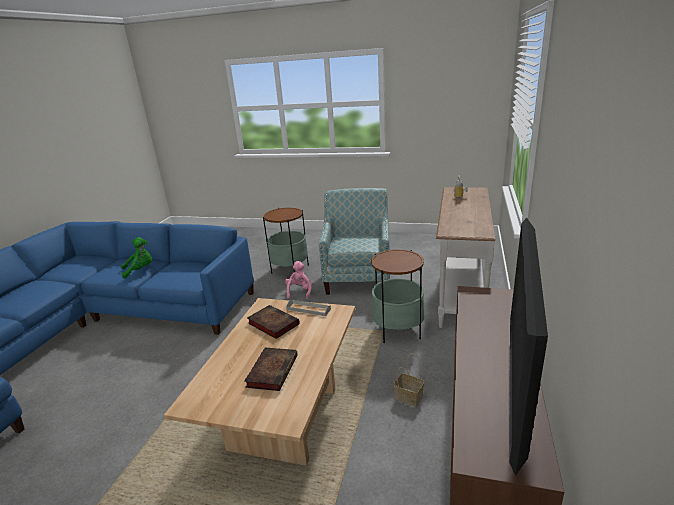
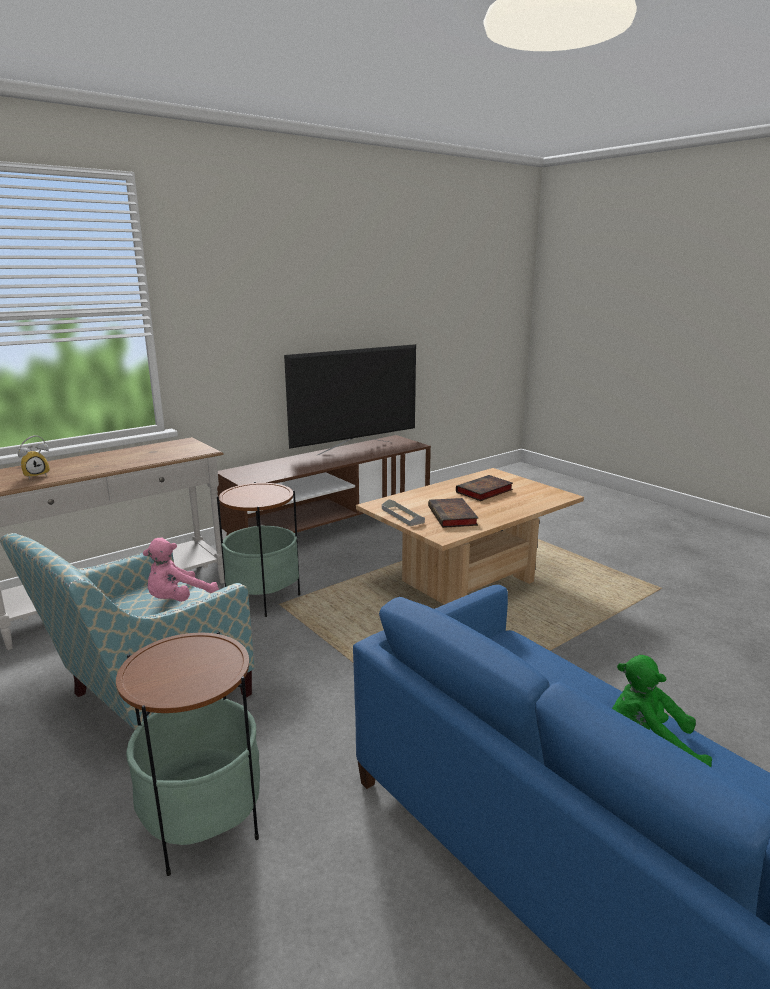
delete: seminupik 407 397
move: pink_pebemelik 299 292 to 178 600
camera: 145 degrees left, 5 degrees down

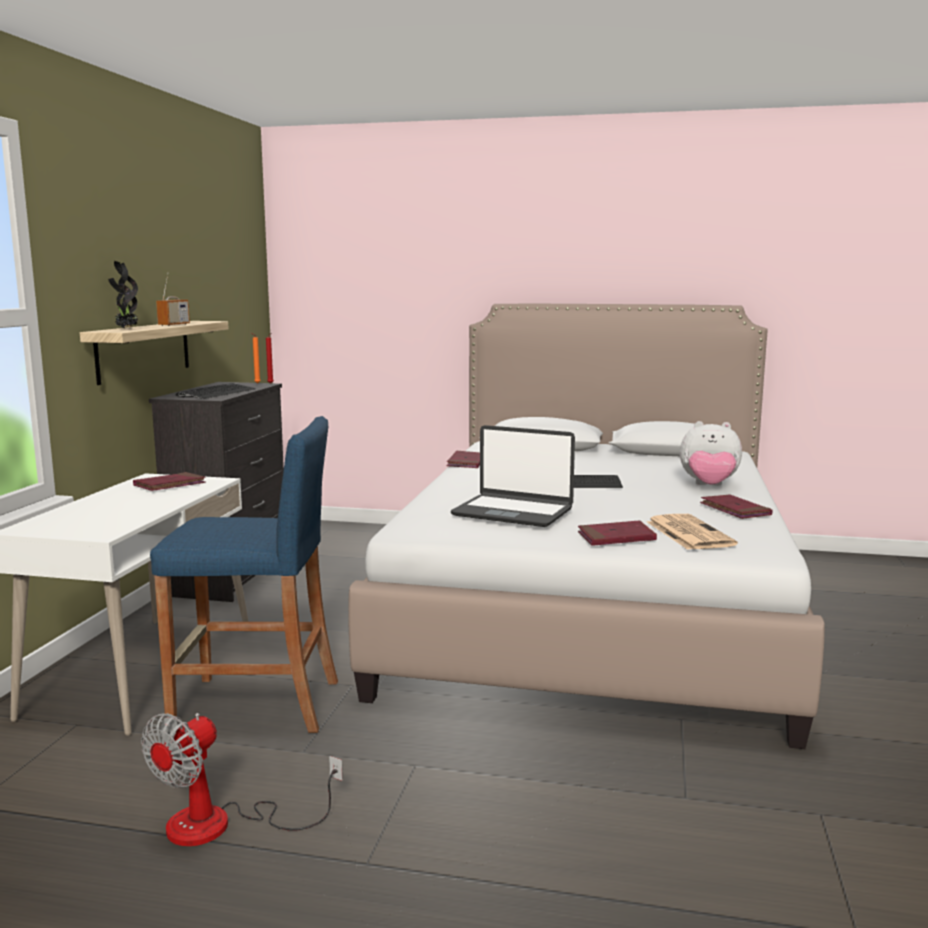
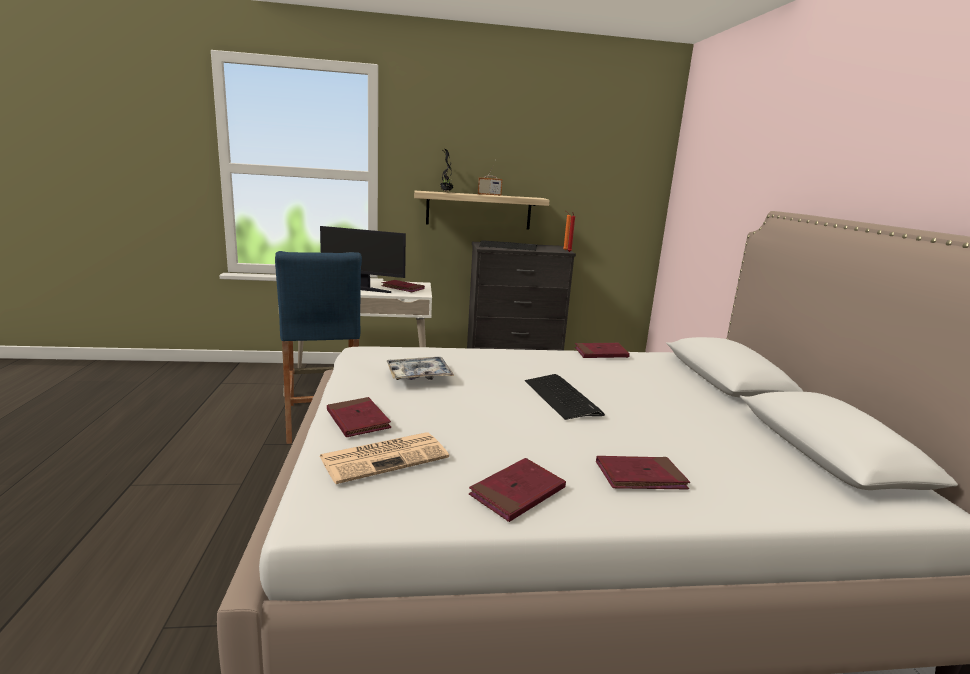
delete: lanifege 221 825
insert: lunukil 363 289
replace: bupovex 513 512 to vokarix 419 375; pebemelik 709 486 to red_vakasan 640 476
camera: 70 degrees right, 5 degrees up

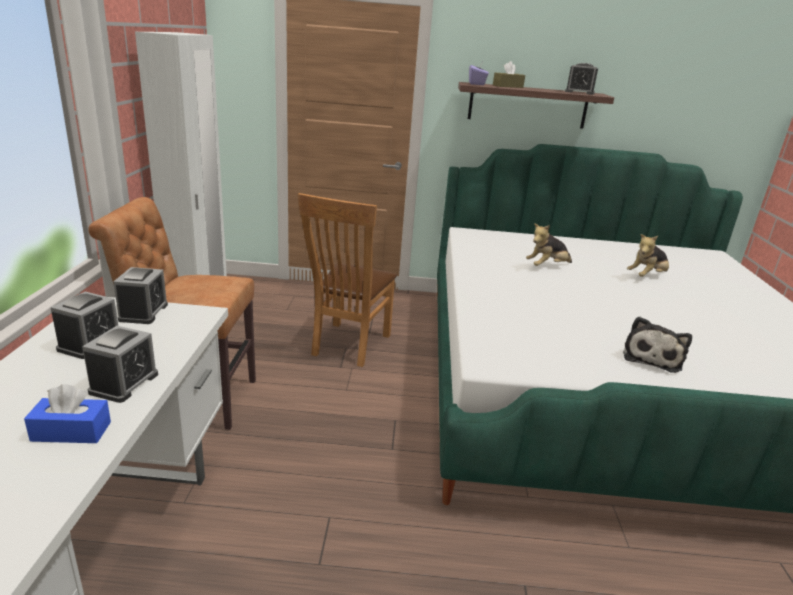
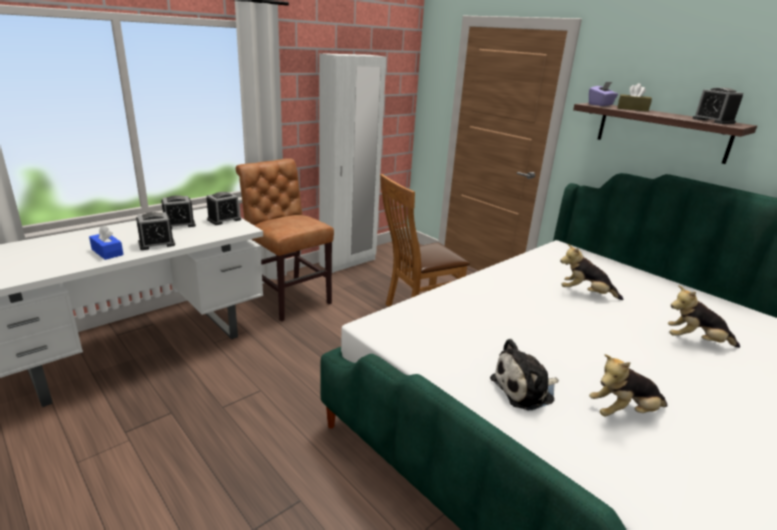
insert: pebemelik 624 412
camera: 45 degrees right, 0 degrees up

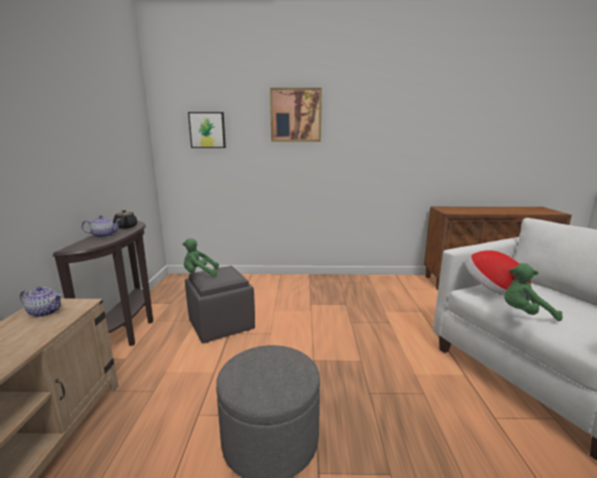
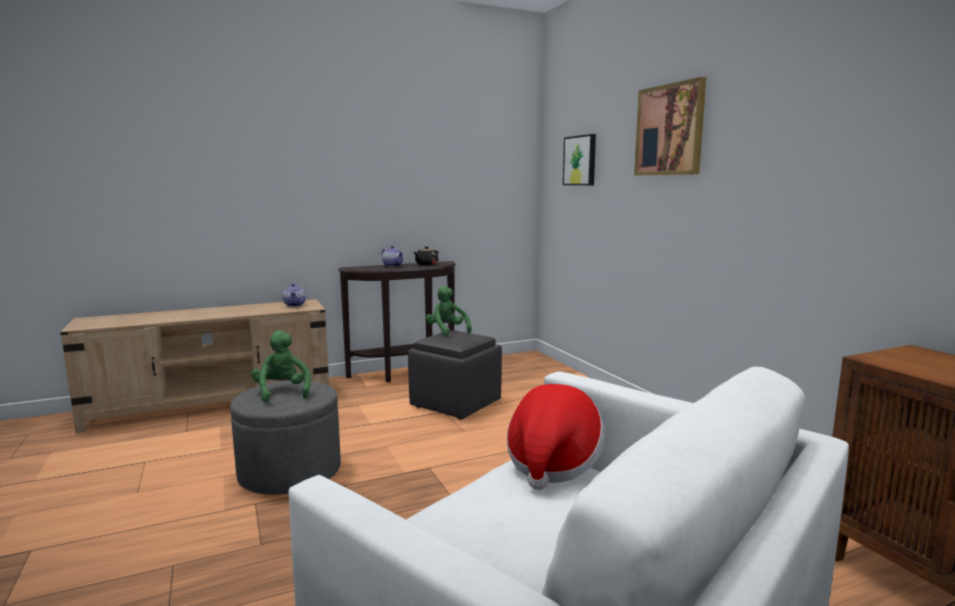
move: green_pebemelik 524 313 to 282 392
camera: 65 degrees right, 5 degrees down

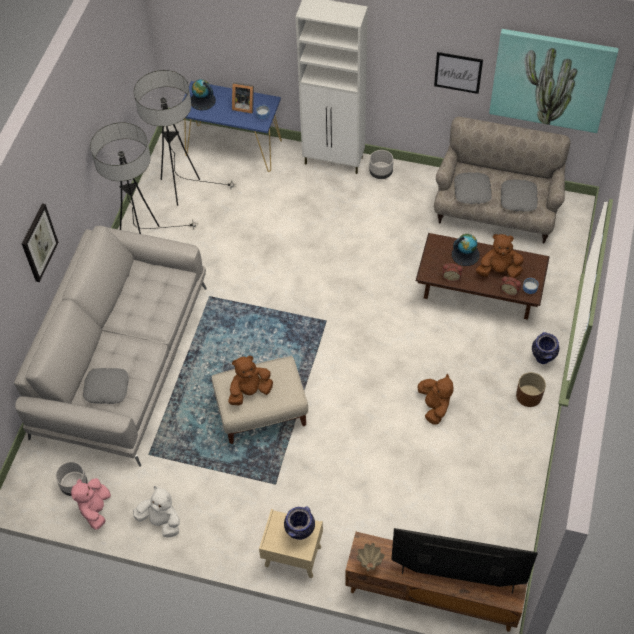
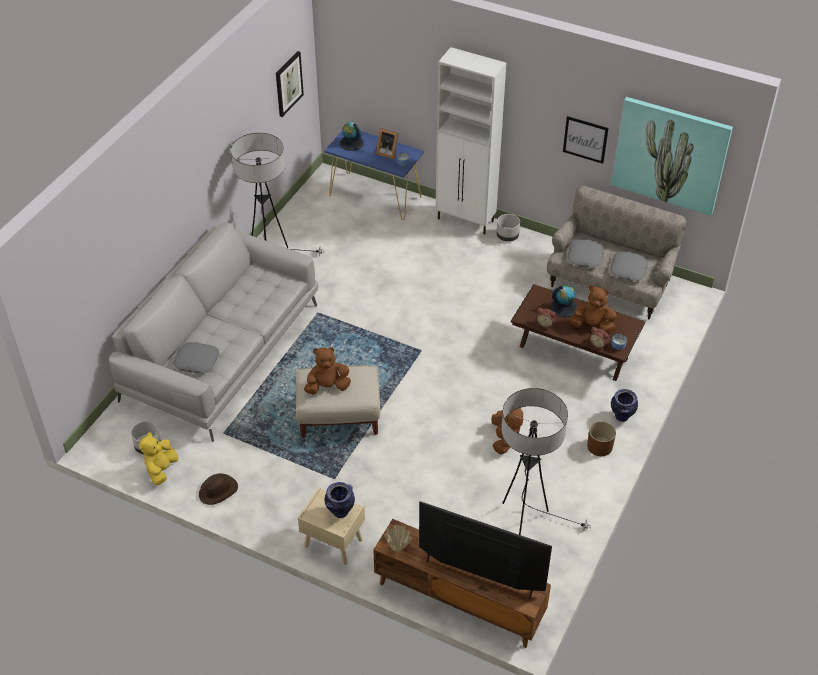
move: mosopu 38 242 to 288 83; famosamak 182 190 to 526 520
replace: white_pebemelik 161 521 to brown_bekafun 218 491
recolor: pink_pebemelik 95 509 to yellow_pebemelik 161 470
camera: 10 degrees right, 10 degrees down

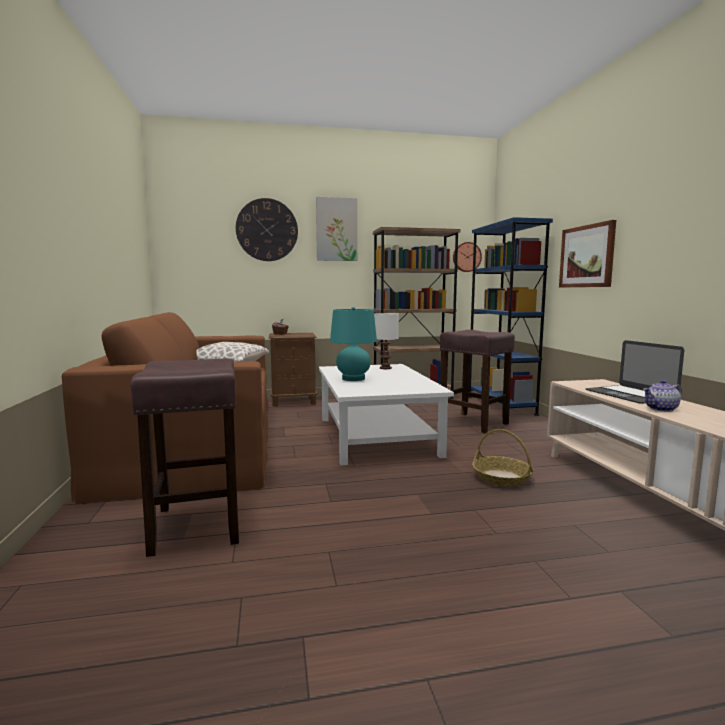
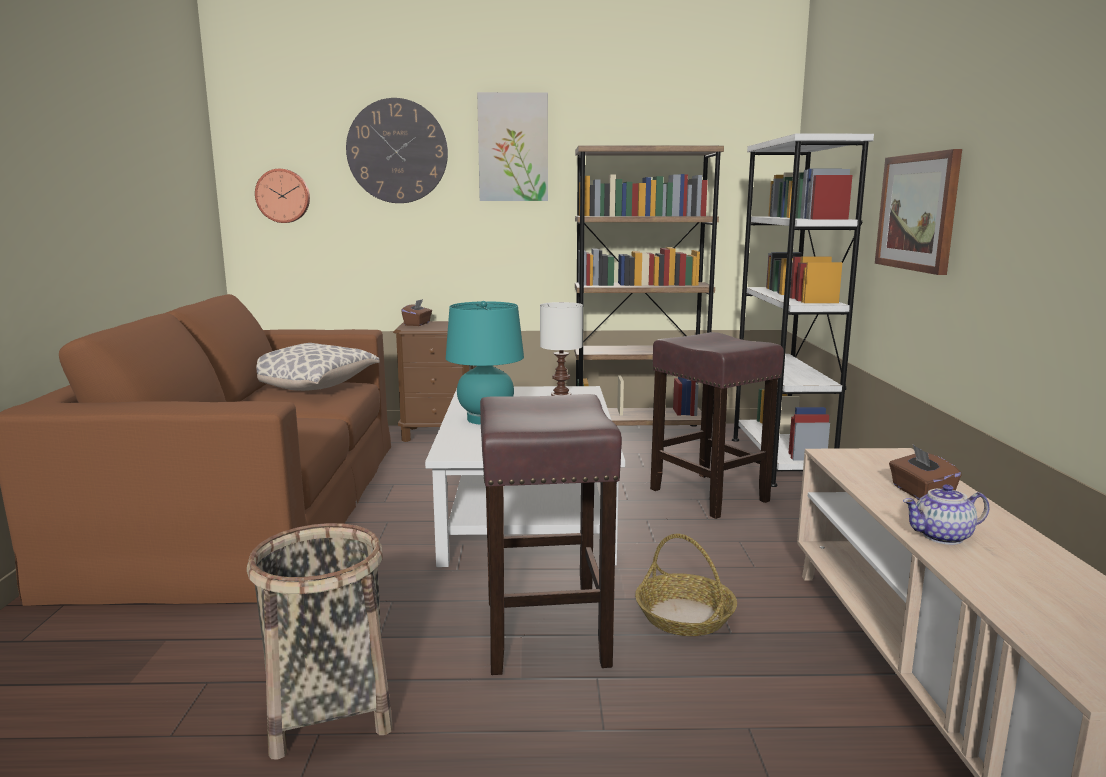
insert: seminupik 328 710
move: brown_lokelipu 197 524 to 544 630; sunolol 466 257 to 283 196
replace: bupovex 630 394 to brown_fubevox 920 493
recolor: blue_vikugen 500 405 to white_vikugen 780 460
camera: 10 degrees right, 5 degrees up

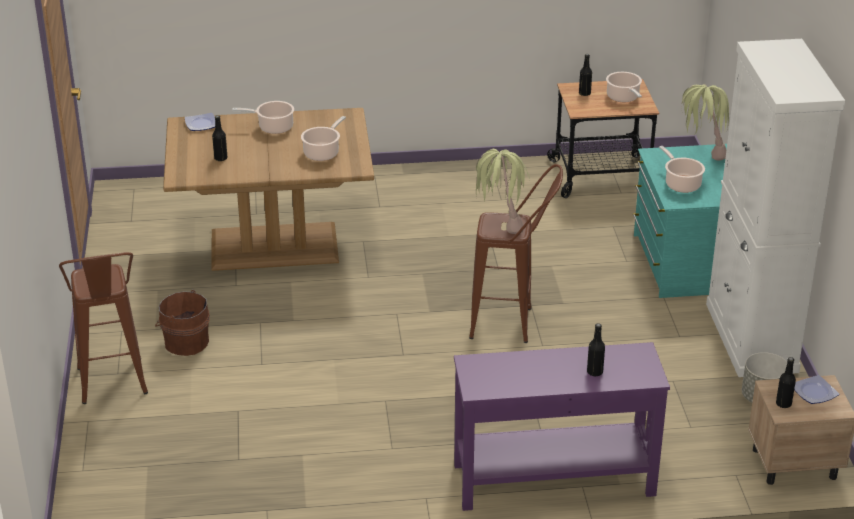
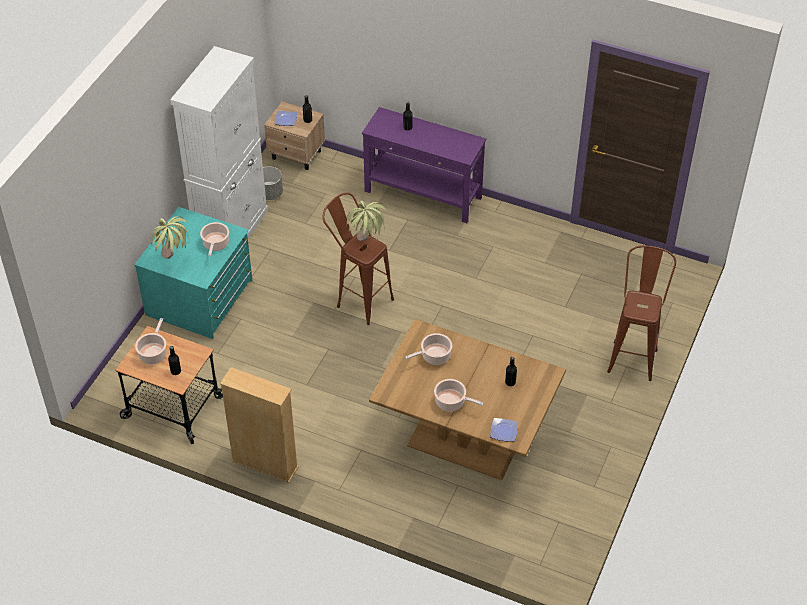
delete: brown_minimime 185 342
insert: beige_vikugen 265 464
camera: 150 degrees left, 15 degrees up

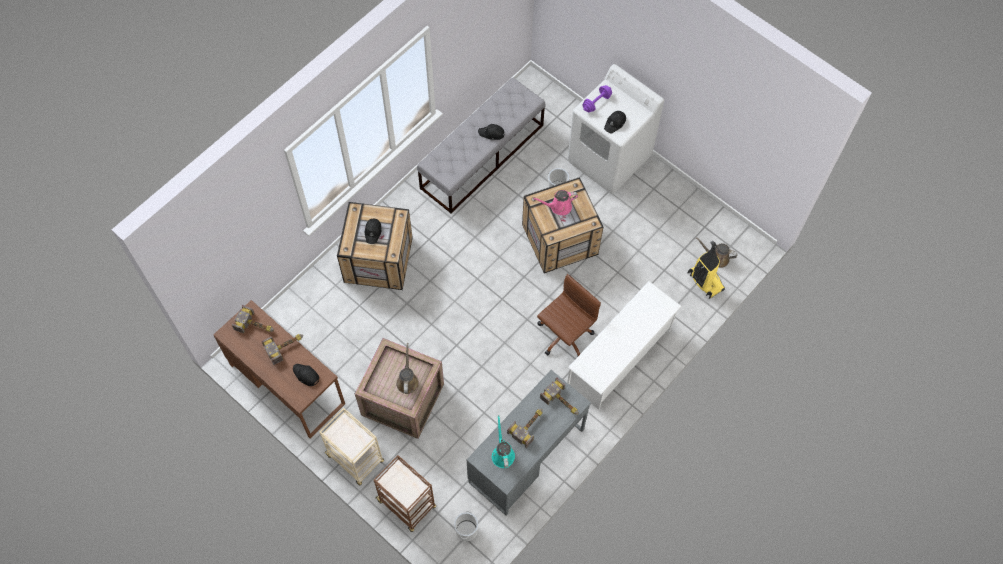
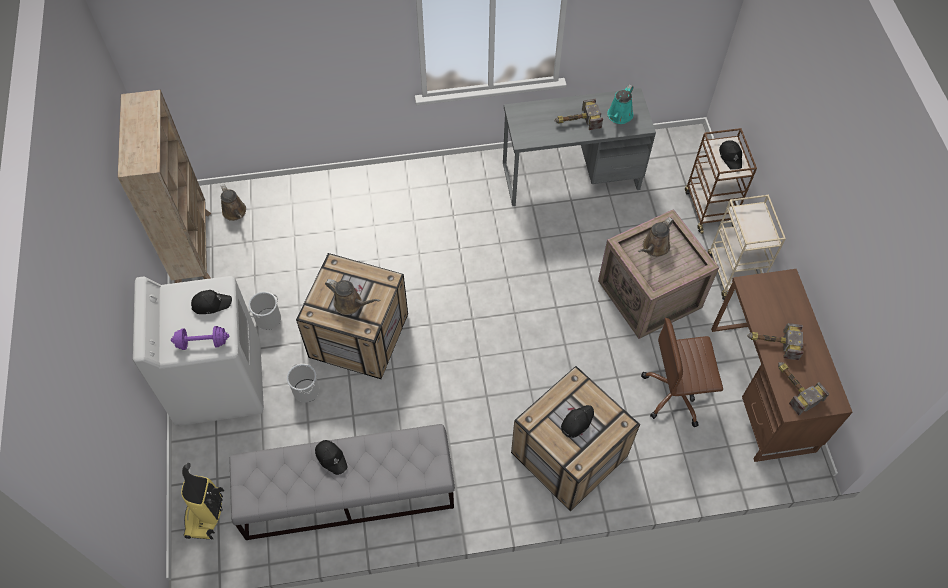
delete: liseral 562 402; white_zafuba 619 357
insert: beige_vikugen 193 248
move: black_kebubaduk 306 375 to 731 156; minimime 466 530 to 268 319; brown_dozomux 564 337 to 677 393; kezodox 704 281 to 206 514
recolor: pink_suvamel 558 207 to brown_suvamel 350 303
camera: 140 degrees left, 5 degrees down

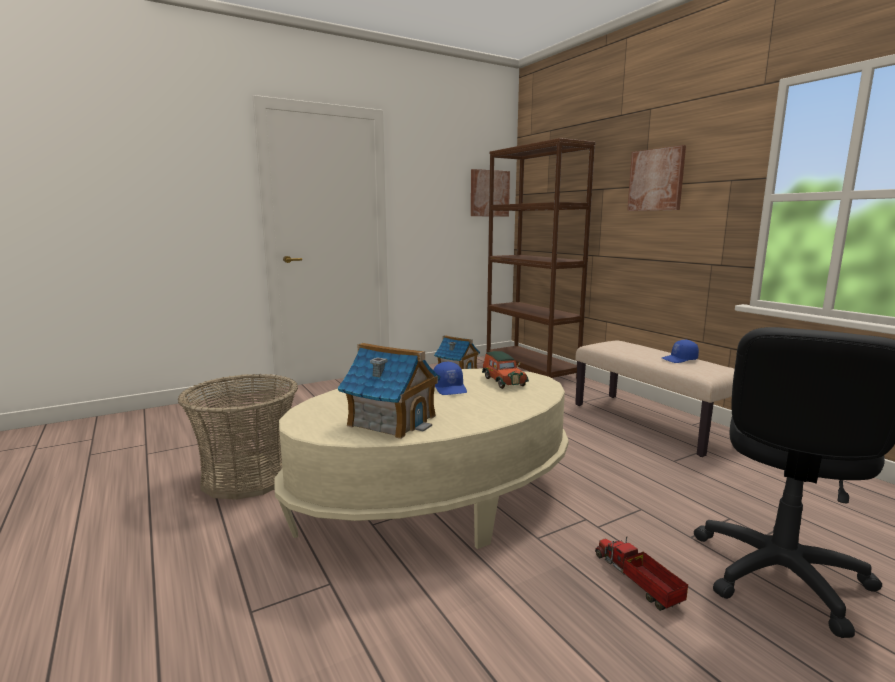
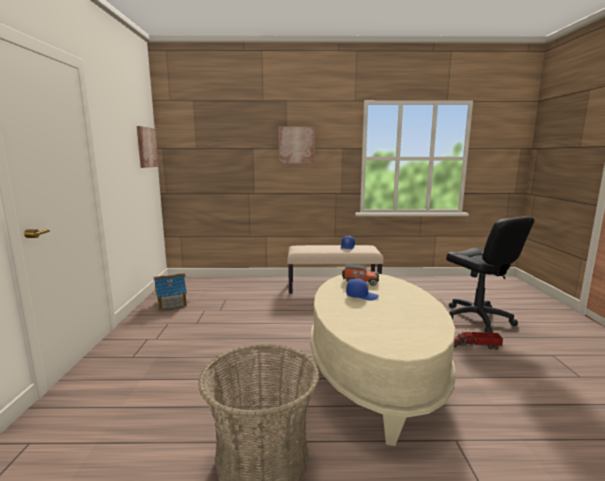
delete: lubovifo 392 420; brown_vikugen 530 369
camera: 60 degrees left, 0 degrees up

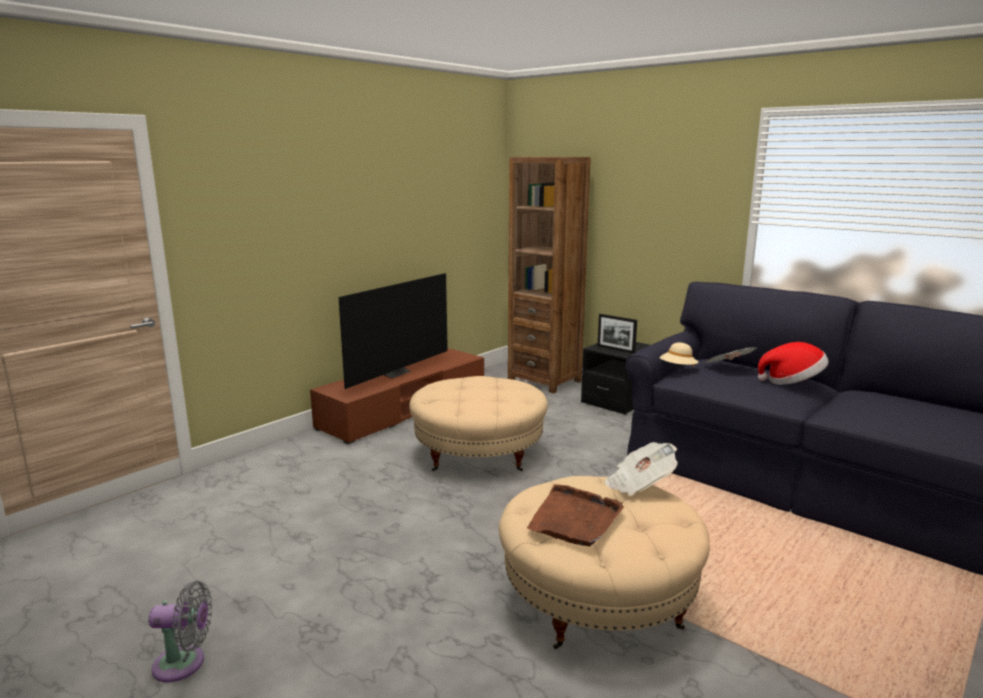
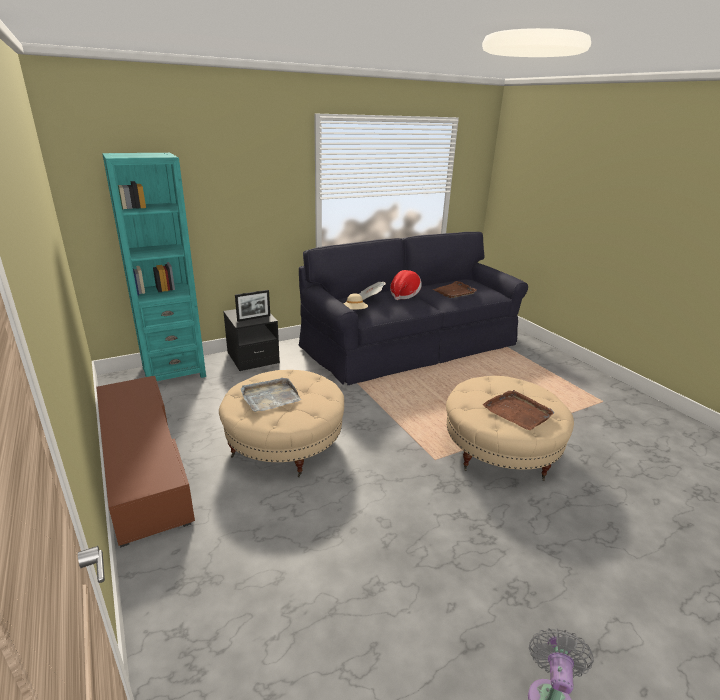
delete: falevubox 395 373; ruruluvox 639 484
insert: grey_vokarix 270 397; brown_vokarix 454 291
recolor: brown_vikugen 544 380 to turquoise_vikugen 174 372
camera: 70 degrees left, 10 degrees up

